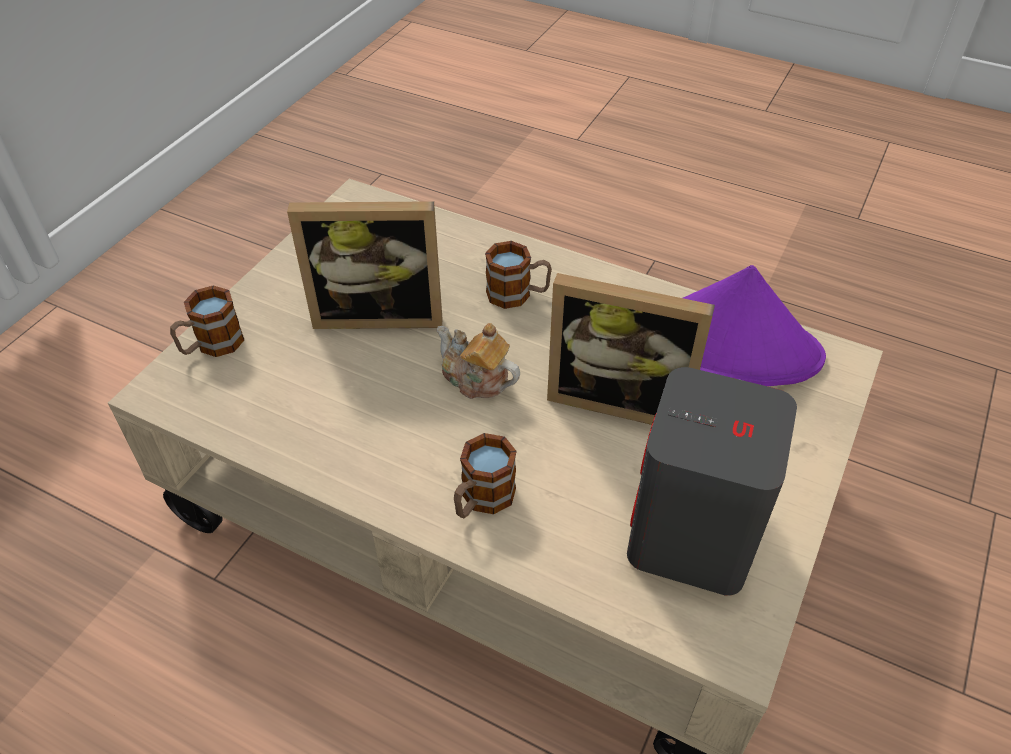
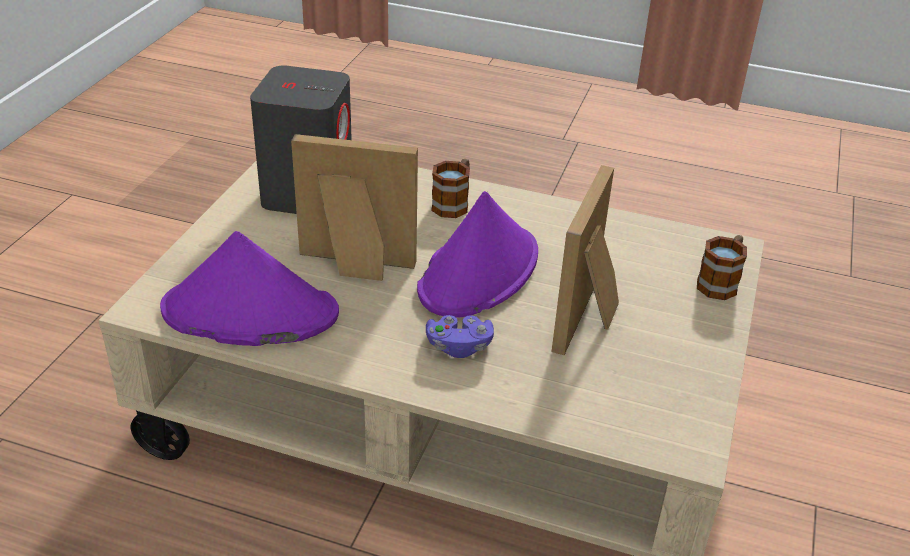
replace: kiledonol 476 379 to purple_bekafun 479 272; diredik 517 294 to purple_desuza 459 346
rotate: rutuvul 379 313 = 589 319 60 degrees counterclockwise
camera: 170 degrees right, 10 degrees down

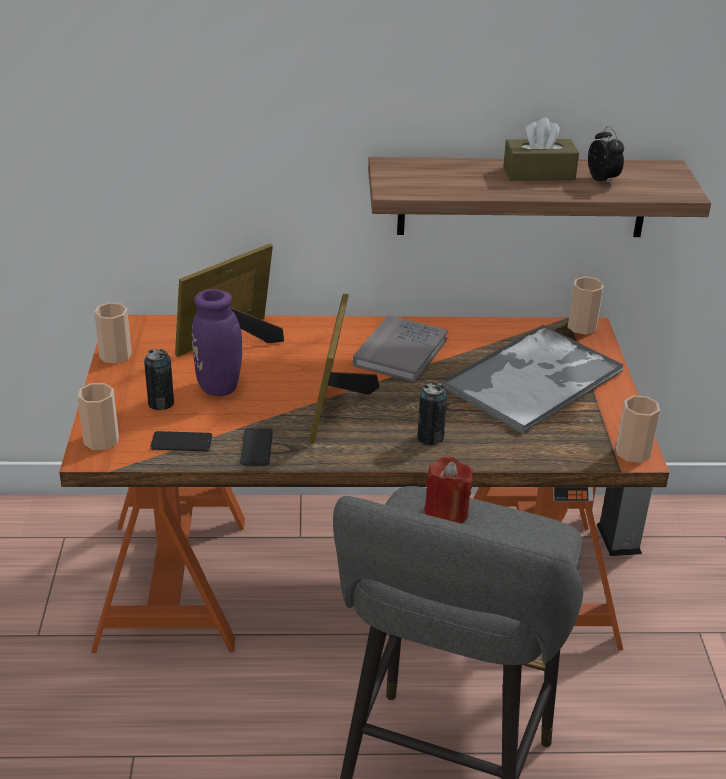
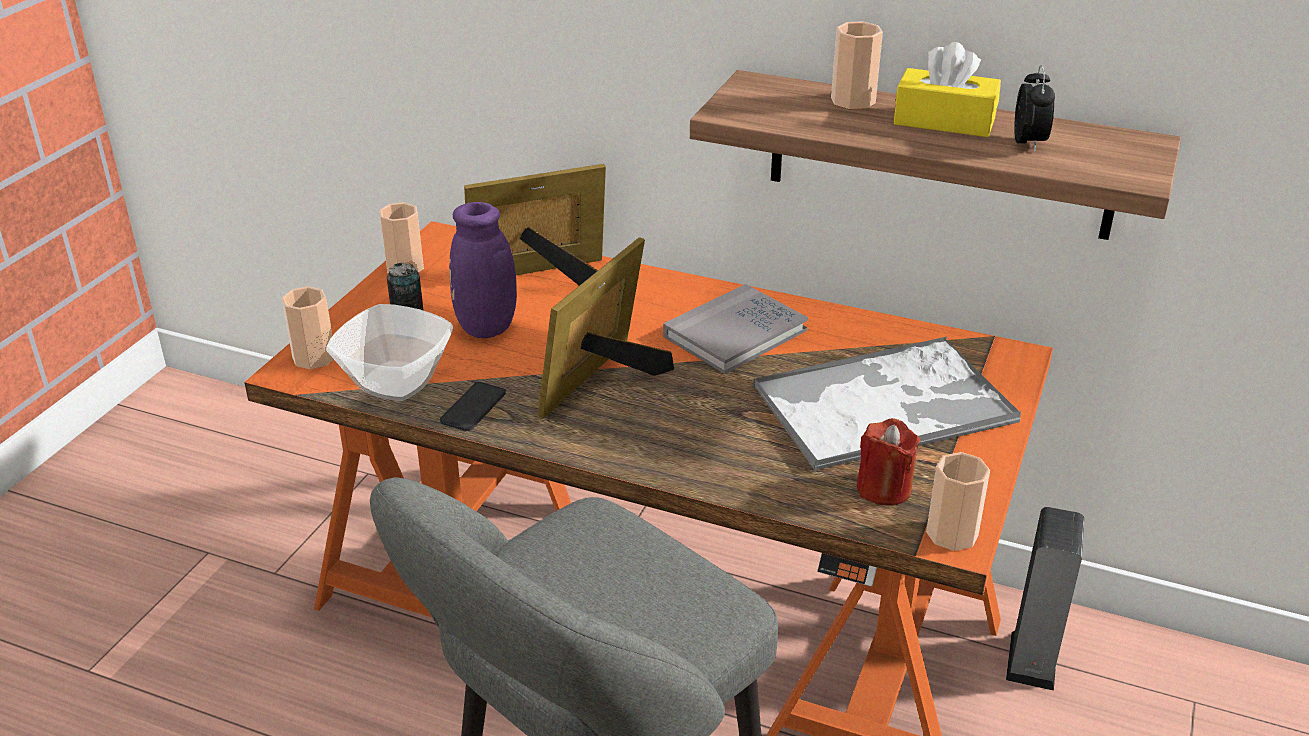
delete: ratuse 430 438
move: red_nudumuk 446 513 to 884 489; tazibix 582 327 to 853 101
replace: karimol 181 442 to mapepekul 395 381
recolor: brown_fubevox 539 173 to yellow_fubevox 944 121
camera: 25 degrees right, 0 degrees up

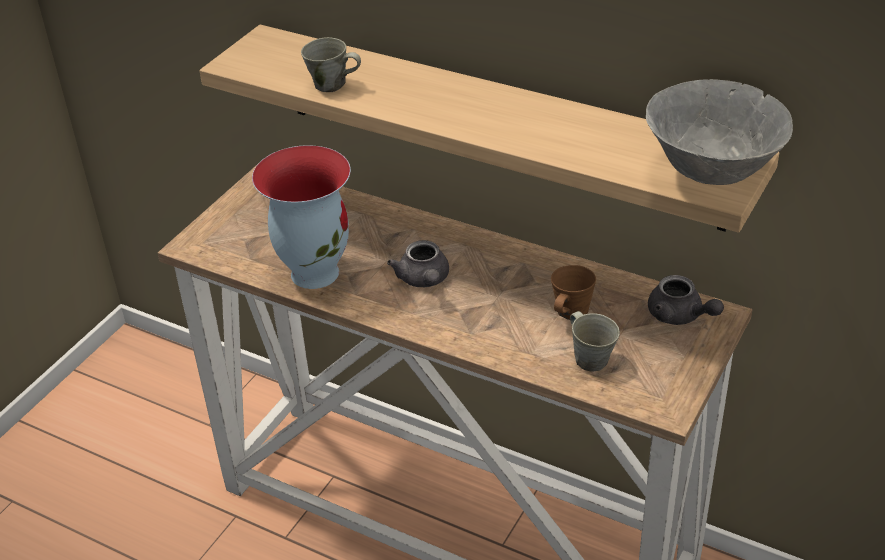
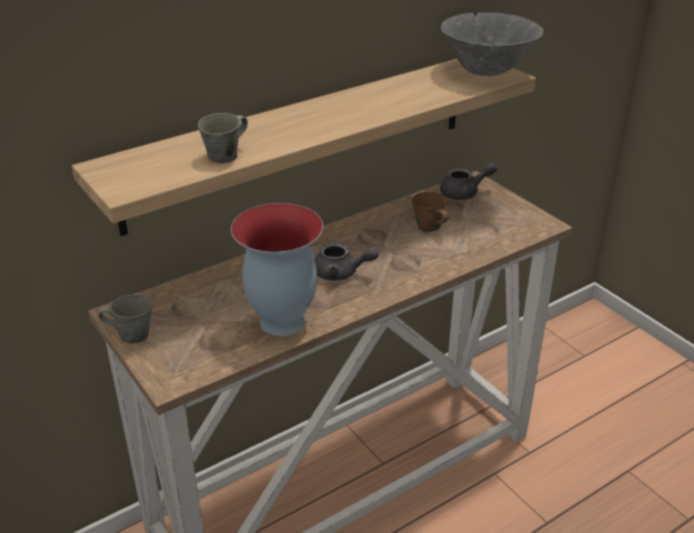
move: grey_diredik 590 358 to 132 335
camera: 65 degrees left, 5 degrees down

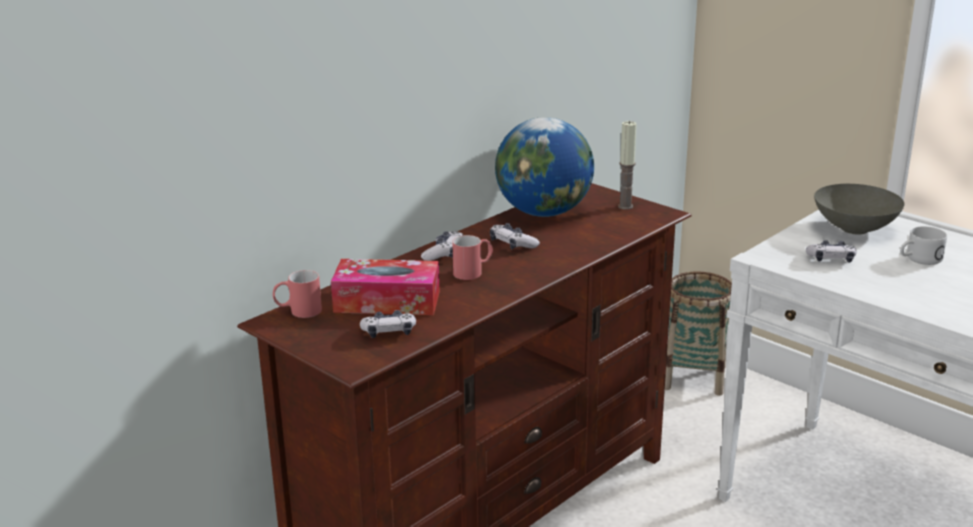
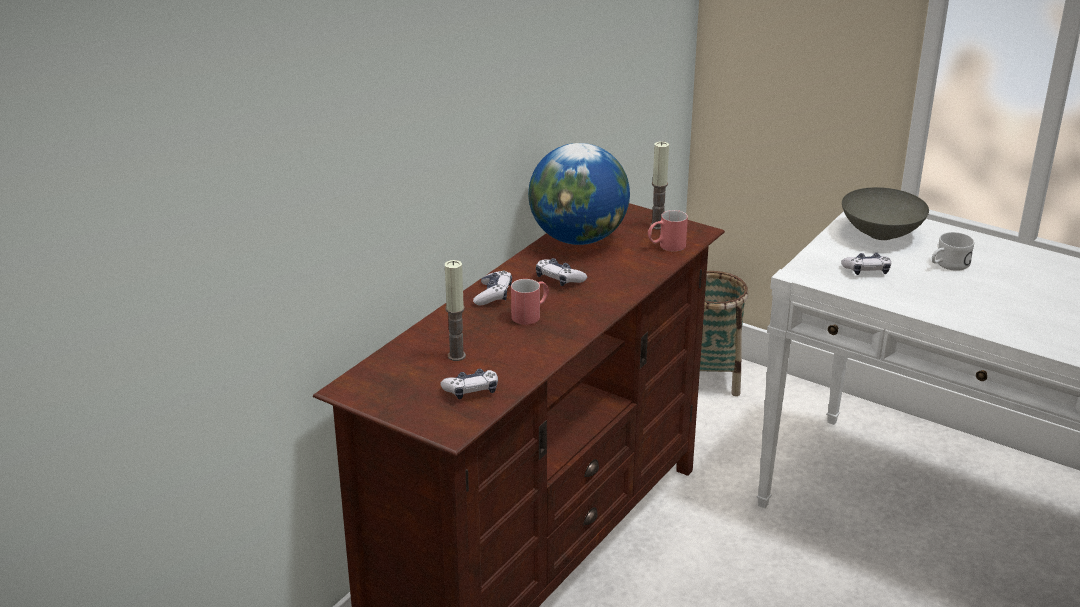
move: red_diredik 298 312 to 666 247
replace: fubevox 387 301 to nudumuk 456 356
camera: 10 degrees left, 5 degrees up

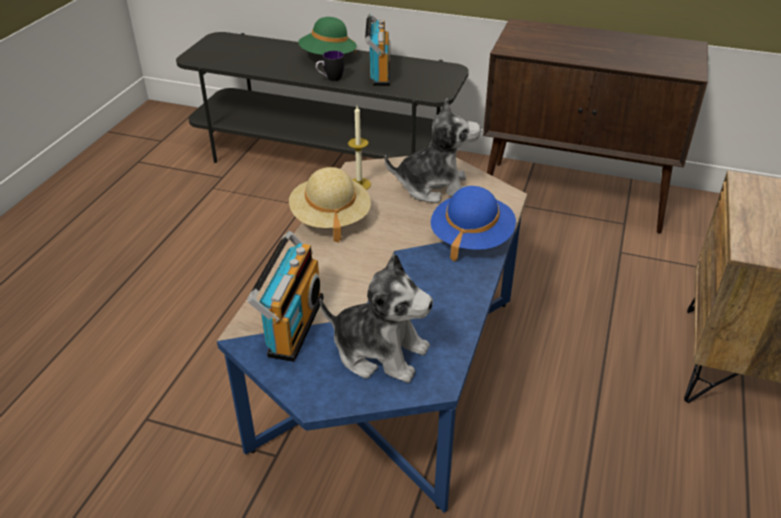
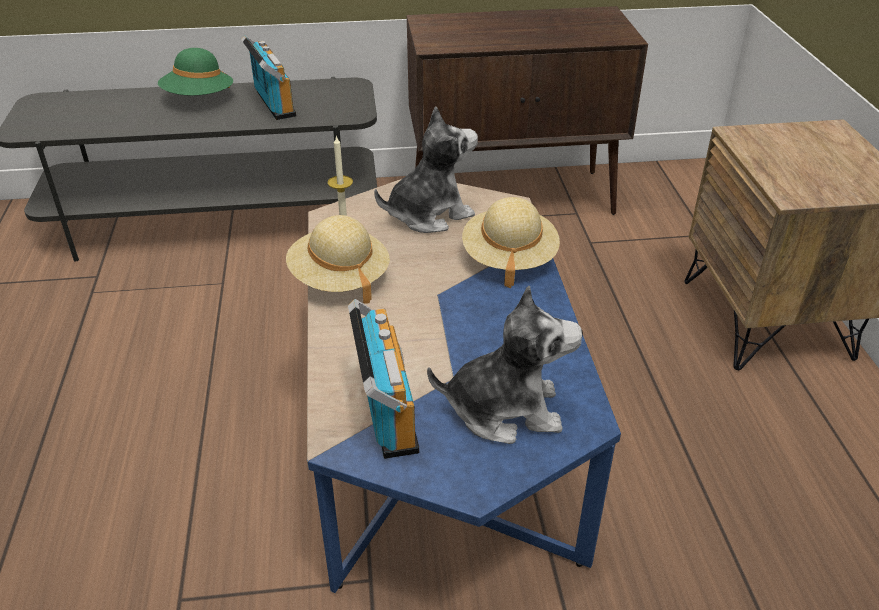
delete: diredik 330 79
recolor: blue_bekafun 471 238 to beige_bekafun 509 258
camera: 25 degrees left, 0 degrees up

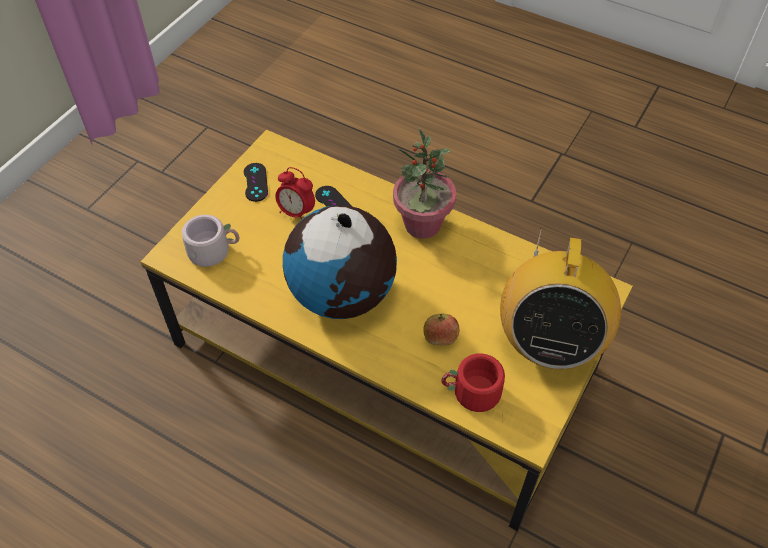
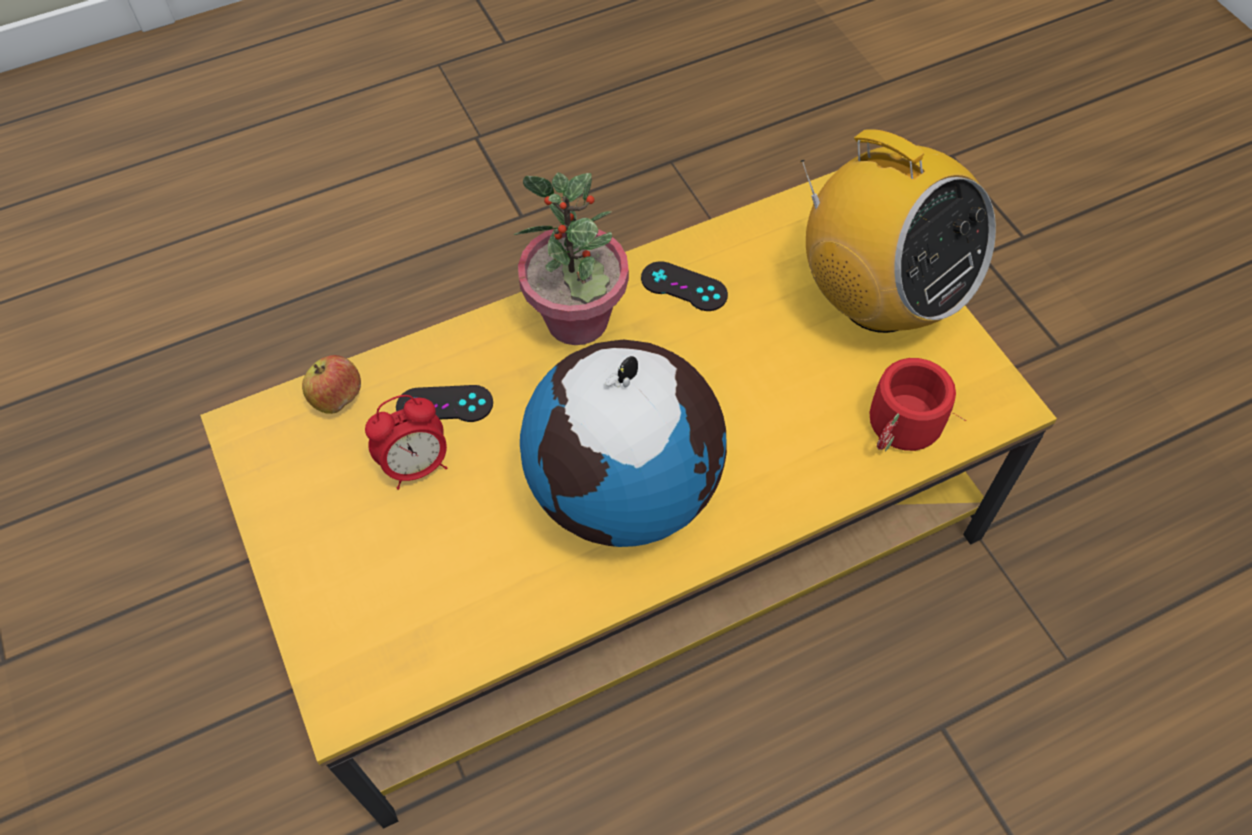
delete: grey_diredik 214 250
move: black_desuza 255 182 to 684 287; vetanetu 440 338 to 337 399
camera: 55 degrees left, 5 degrees up

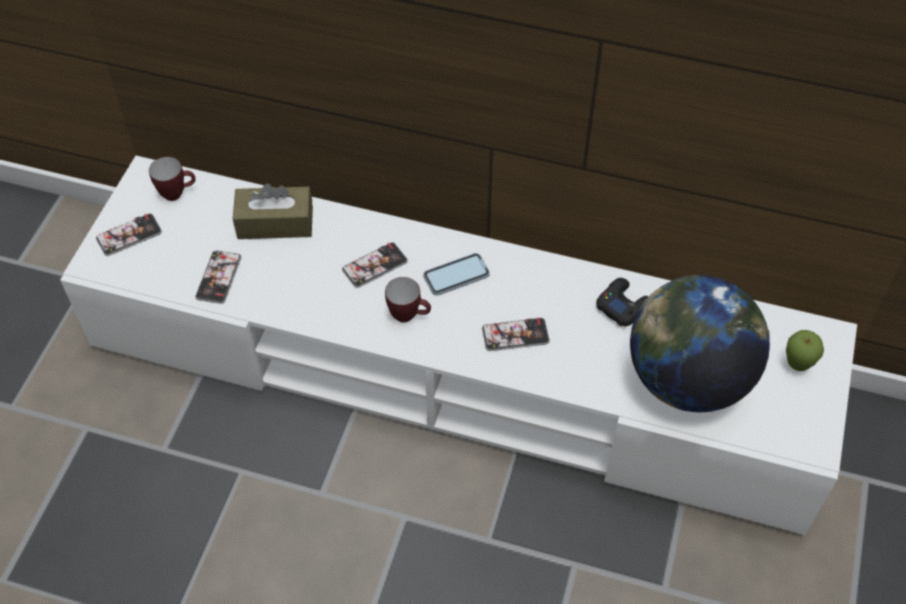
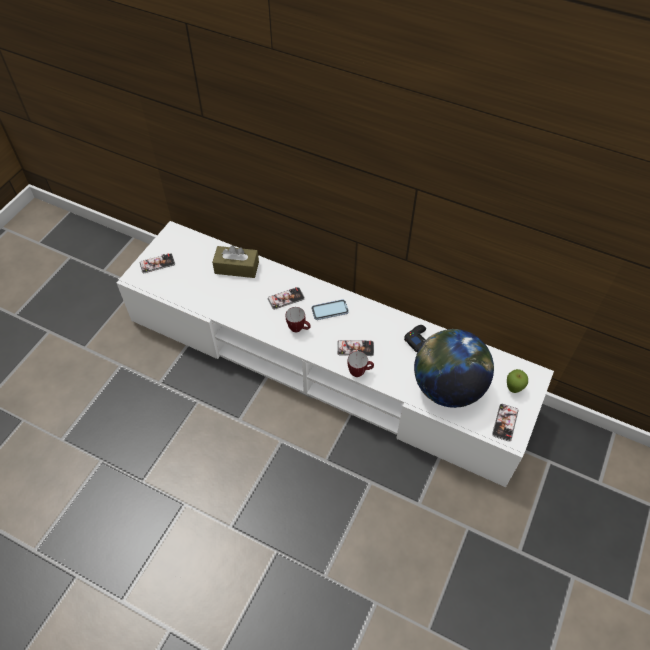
move: diredik 177 193 to 359 372; karimol 219 277 to 505 422
camera: 10 degrees right, 0 degrees up

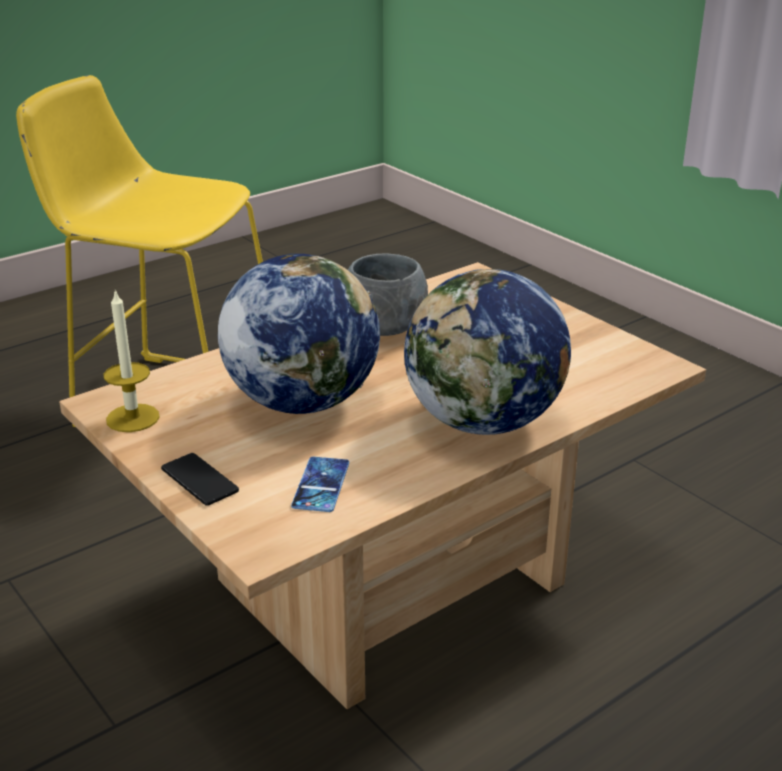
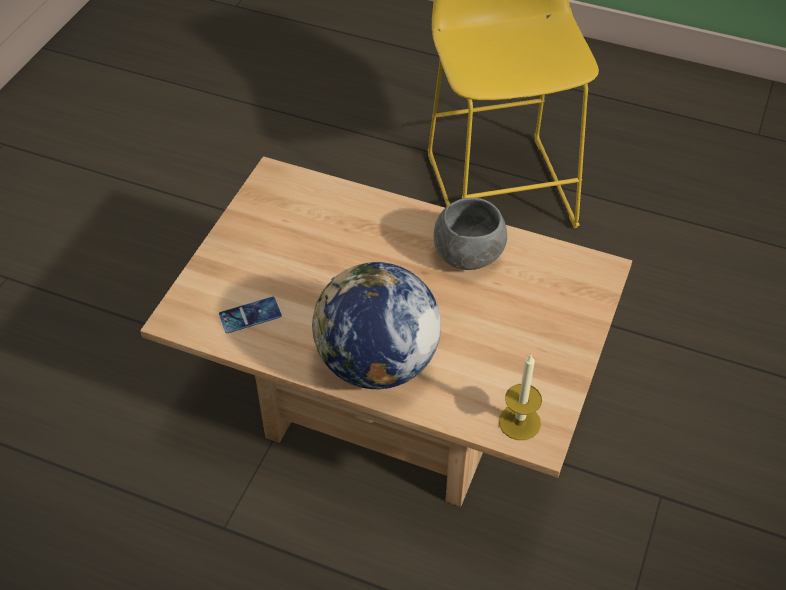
delete: karimol 199 480; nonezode 302 401
move: nudumuk 132 418 to 519 422
camera: 60 degrees right, 20 degrees up

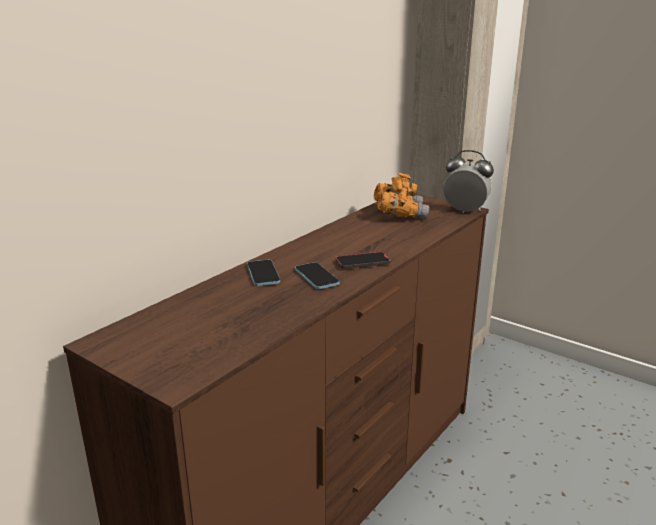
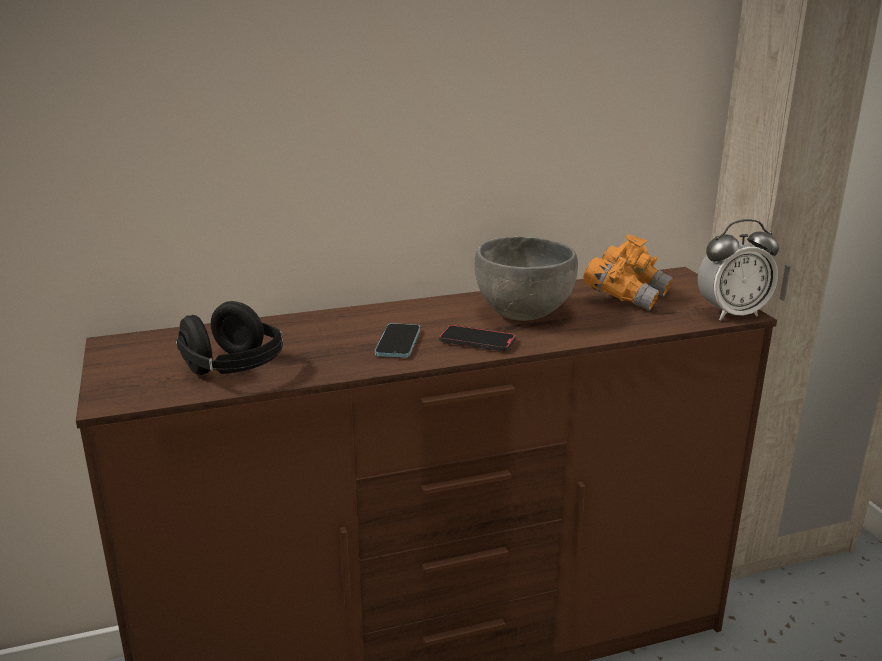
delete: karimol 263 274
insert: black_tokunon 233 370; grey_mapepekul 522 313
rotate: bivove 465 211 = 731 314 105 degrees clockwise
camera: 35 degrees right, 0 degrees up

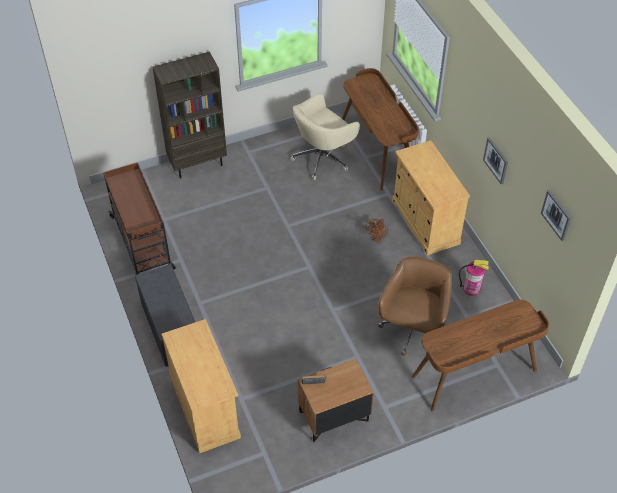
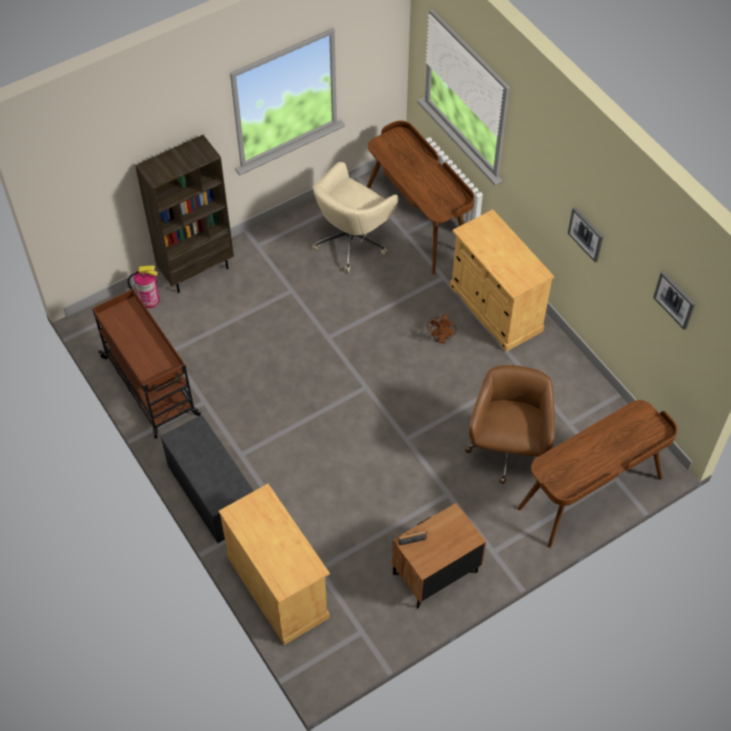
move: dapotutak 471 288 to 149 300
camera: 10 degrees left, 5 degrees up

